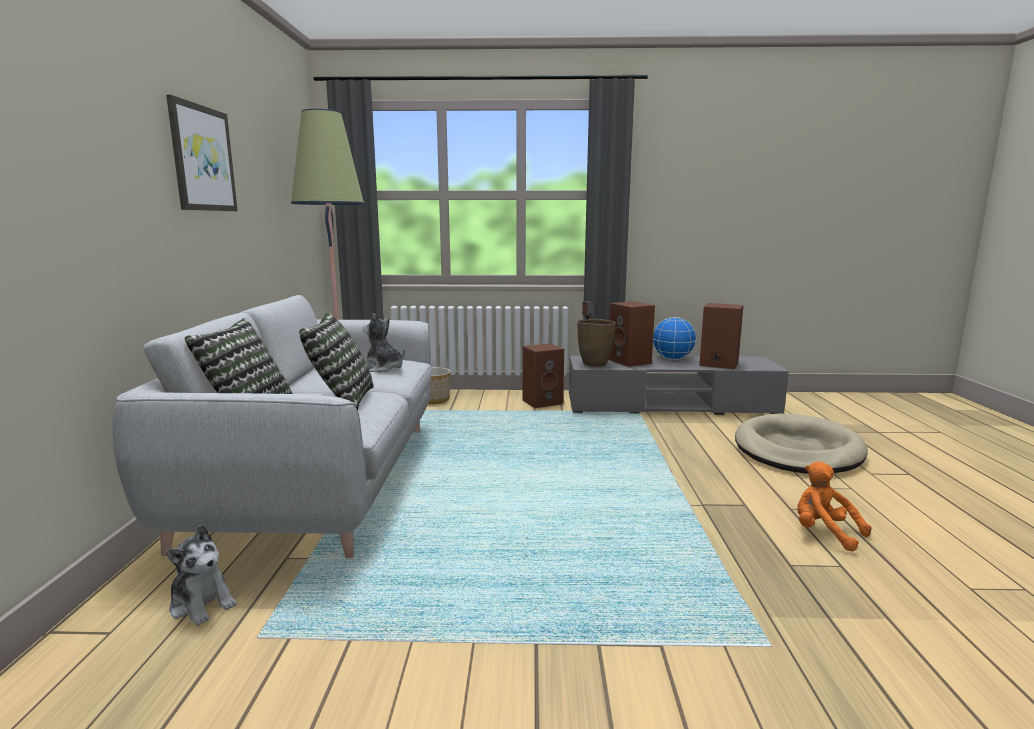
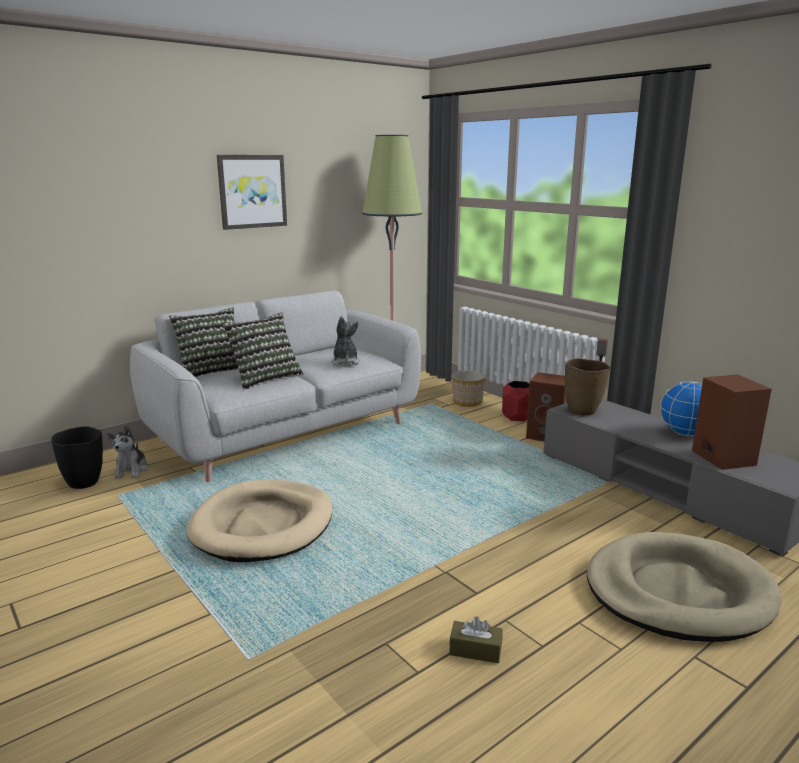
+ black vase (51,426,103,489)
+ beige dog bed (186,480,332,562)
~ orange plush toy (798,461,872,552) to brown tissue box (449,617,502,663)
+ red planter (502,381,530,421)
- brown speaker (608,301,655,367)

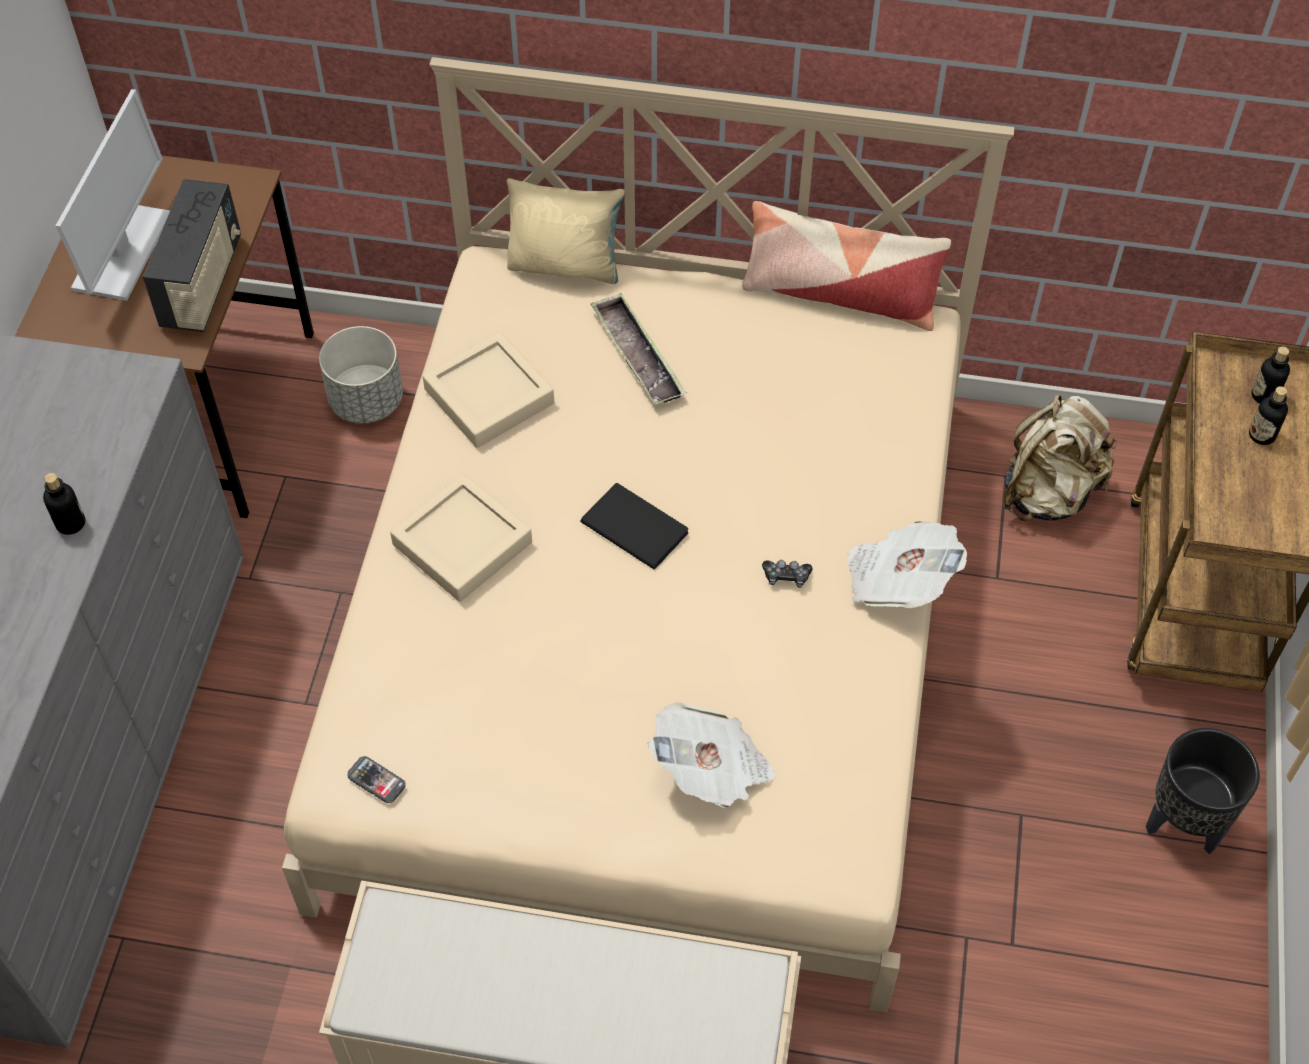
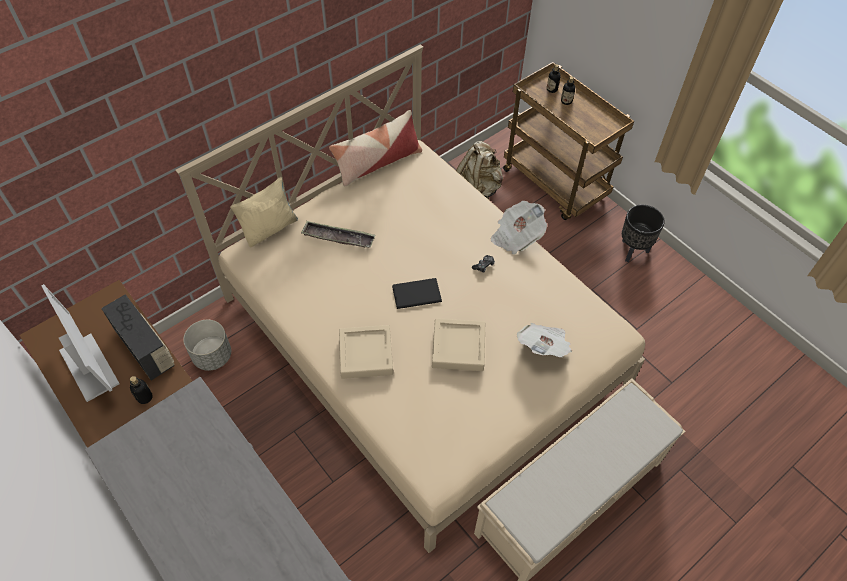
~ bottle (43,473,85,535) to (130,376,153,404)
~ beige tray (423,332,554,448) to (432,318,485,371)
- phone (347,756,406,803)

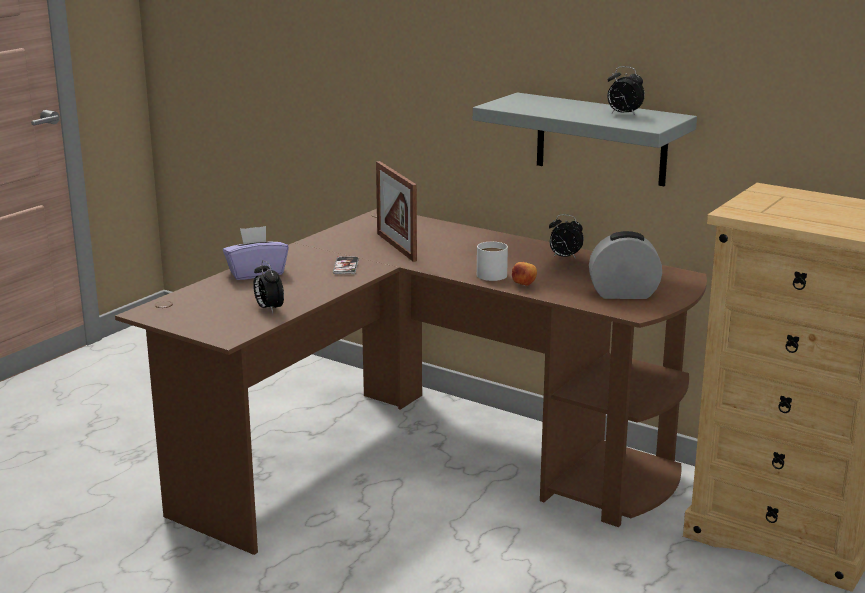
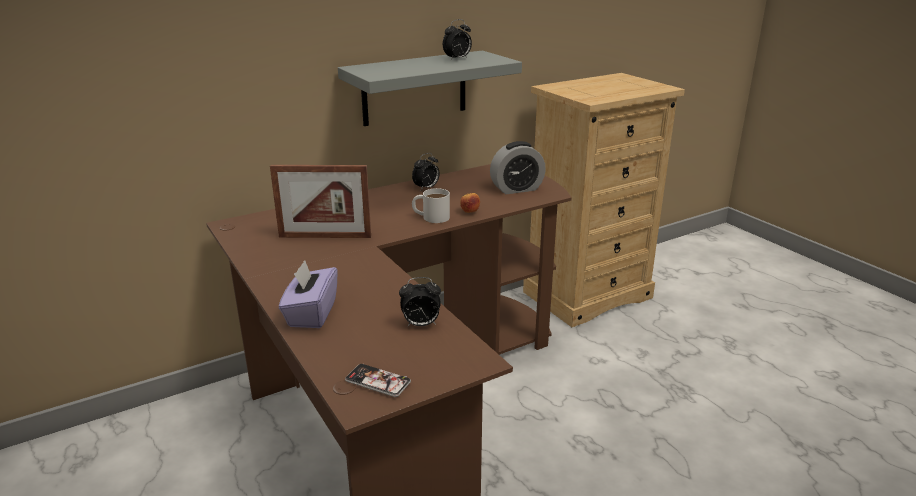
~ phone (333,256,359,274) to (345,364,411,397)
~ alarm clock (589,231,662,299) = (490,141,546,194) 135 degrees counterclockwise

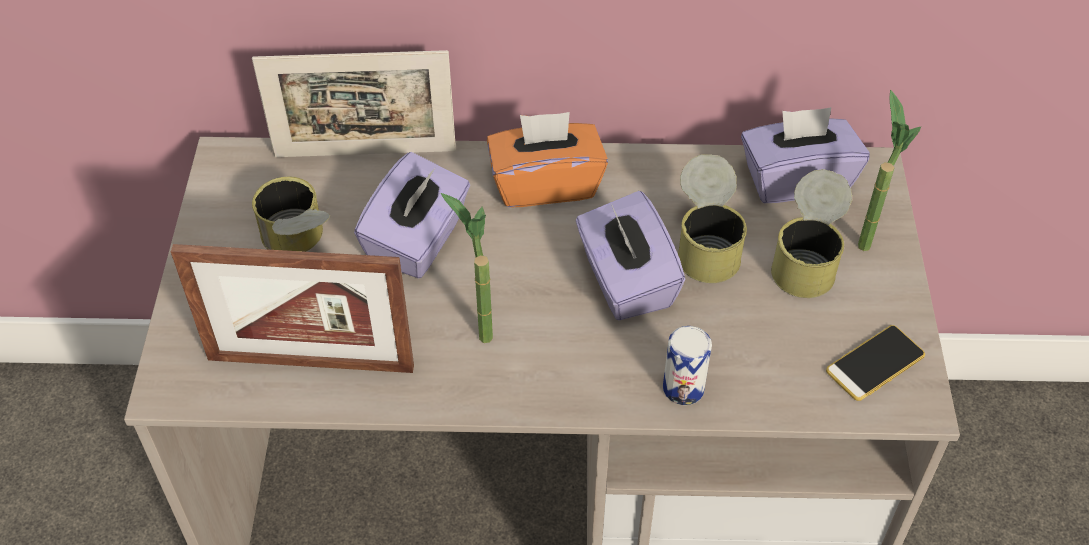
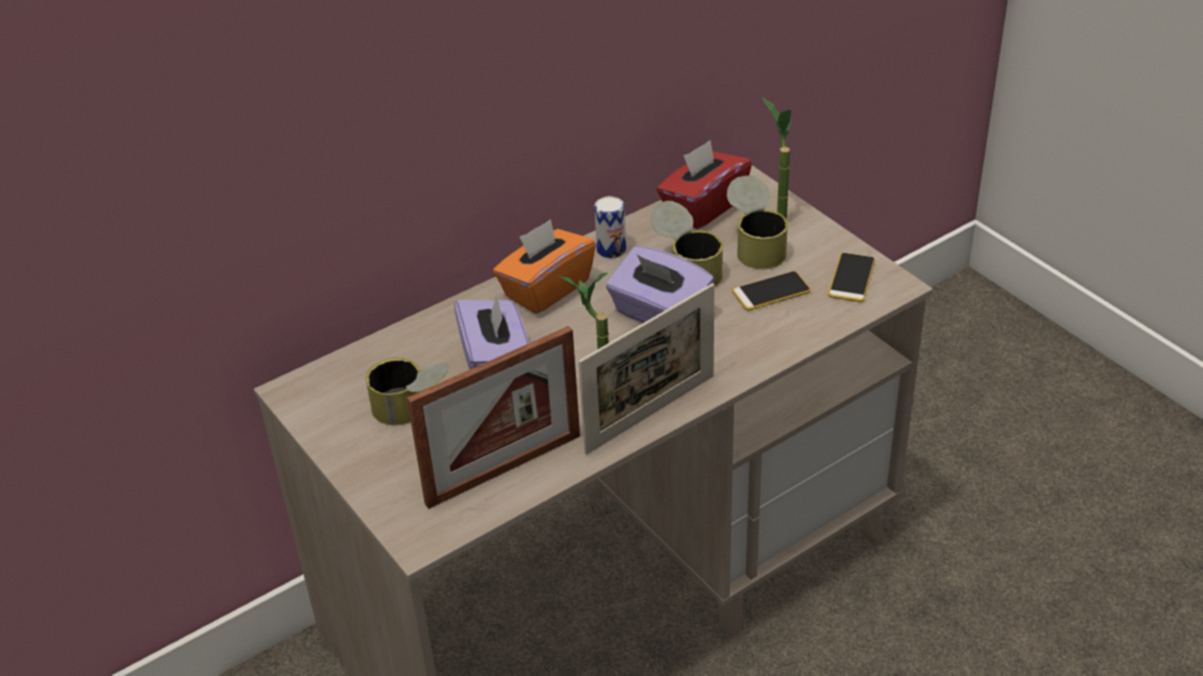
~ picture frame (252,50,456,157) to (578,283,714,455)
~ can (663,326,712,405) to (594,196,626,258)
~ purple tissue box (741,107,870,203) to red tissue box (656,140,752,229)
+ phone (732,271,811,311)

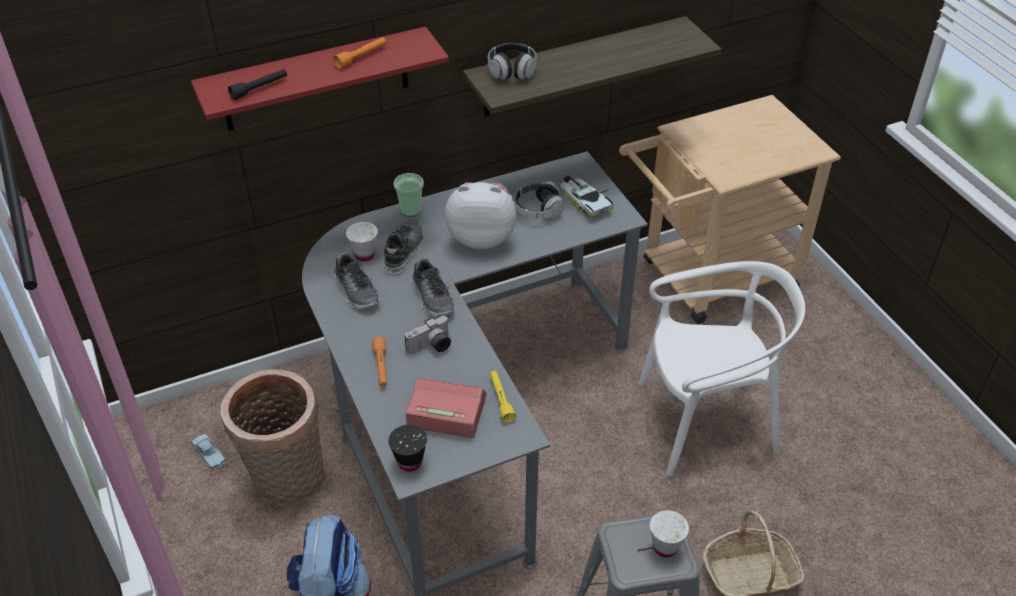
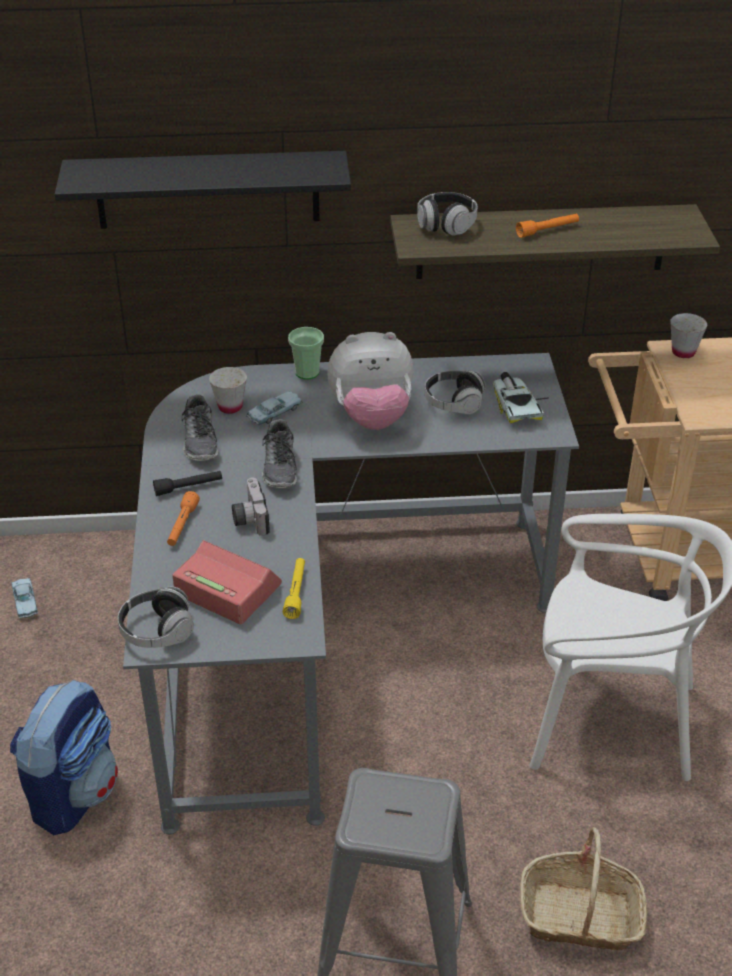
~ red shelf (191,27,449,131) to black shelf (55,151,351,229)
~ black cup (388,425,427,472) to headphones (118,586,194,648)
~ black flashlight (228,69,287,100) to (153,471,222,496)
~ photo camera (405,316,451,354) = (232,478,270,536) 90 degrees clockwise
~ shoe (383,218,424,274) to blue toy car (246,390,303,425)
~ plush toy (445,182,517,249) = (327,332,413,430) 150 degrees clockwise
~ orange flashlight (333,37,386,69) to (516,214,579,238)
~ white cup (650,510,689,557) to (670,313,707,358)
- basket (220,369,325,506)

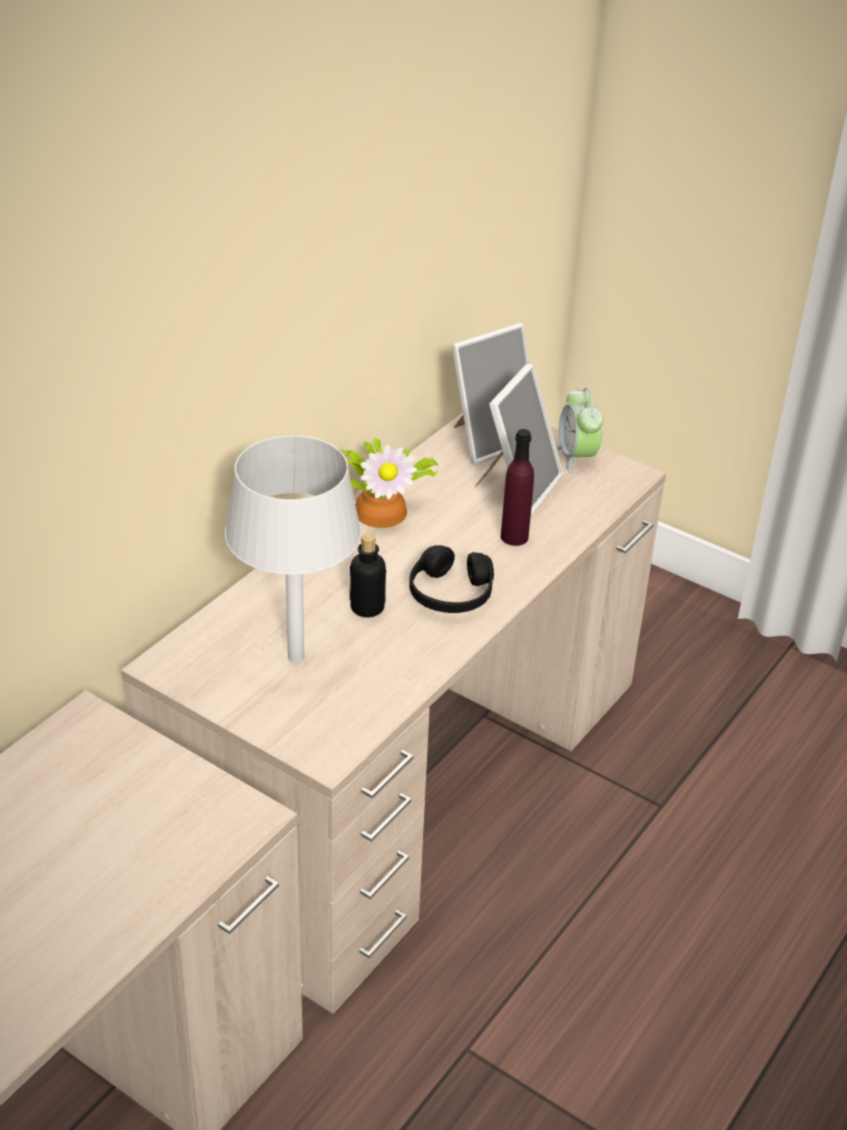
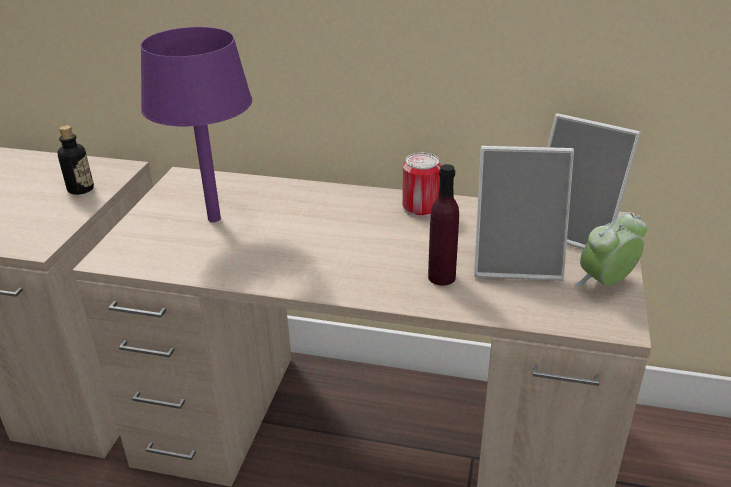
~ bottle (350,533,386,617) to (57,125,94,195)
~ grey table lamp (225,436,361,663) to purple table lamp (140,27,252,222)
~ potted plant (341,437,438,528) to can (402,153,442,217)
- black headphones (409,545,494,613)

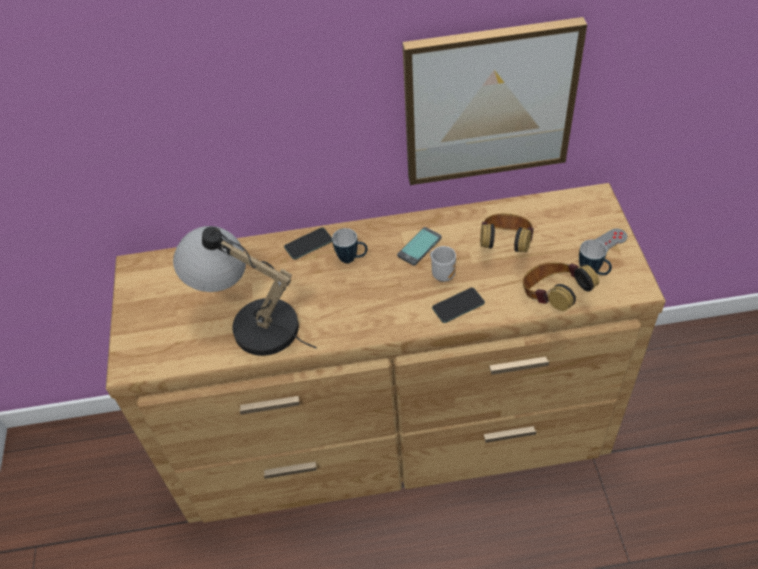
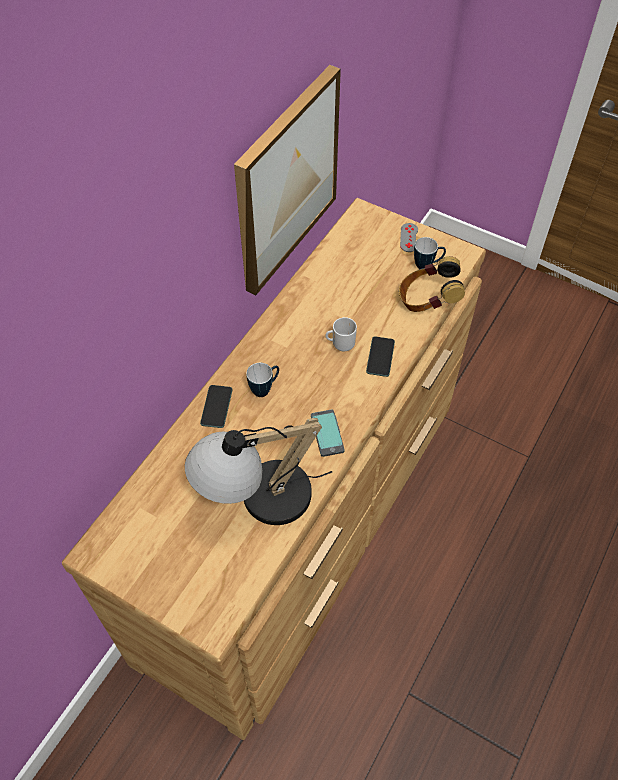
~ phone (397,227,441,266) to (311,410,345,457)
- headphones (480,213,534,252)

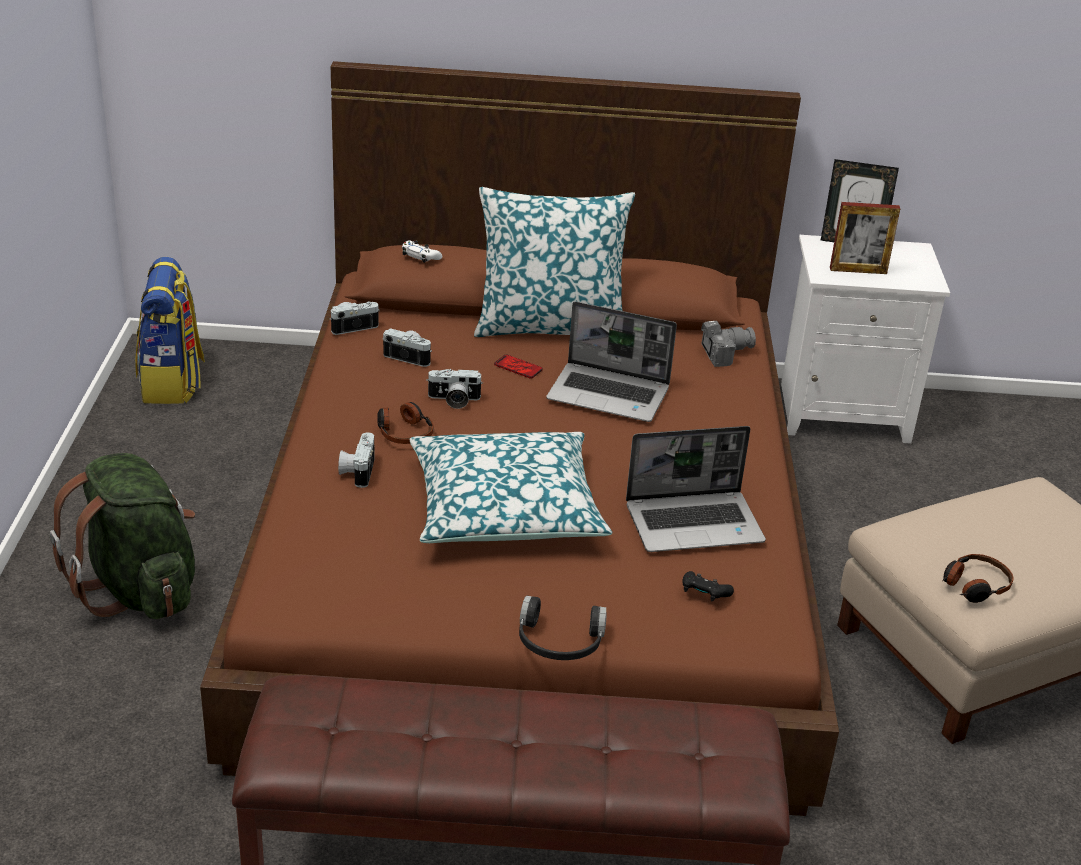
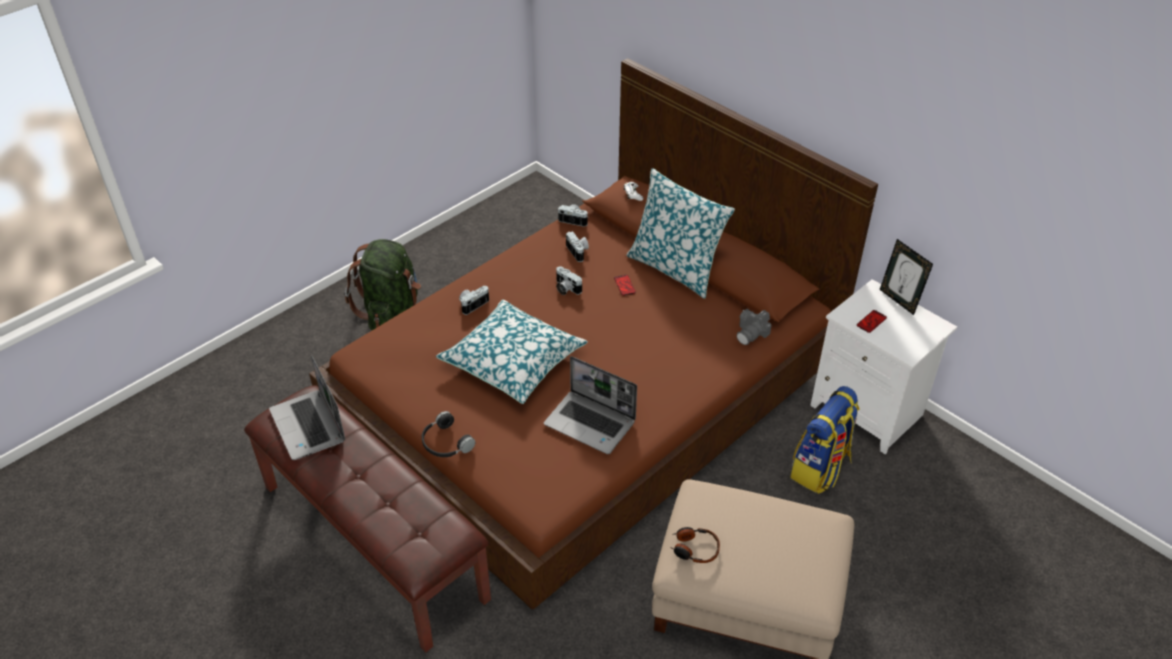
~ laptop (546,302,677,422) to (269,355,345,460)
~ photo camera (701,321,756,367) = (736,309,772,345) 105 degrees clockwise
~ backpack (135,257,205,404) to (790,386,860,494)
~ picture frame (830,202,900,274) to phone (857,310,887,333)
- headphones (377,402,434,444)
- black game controller (682,571,734,601)

